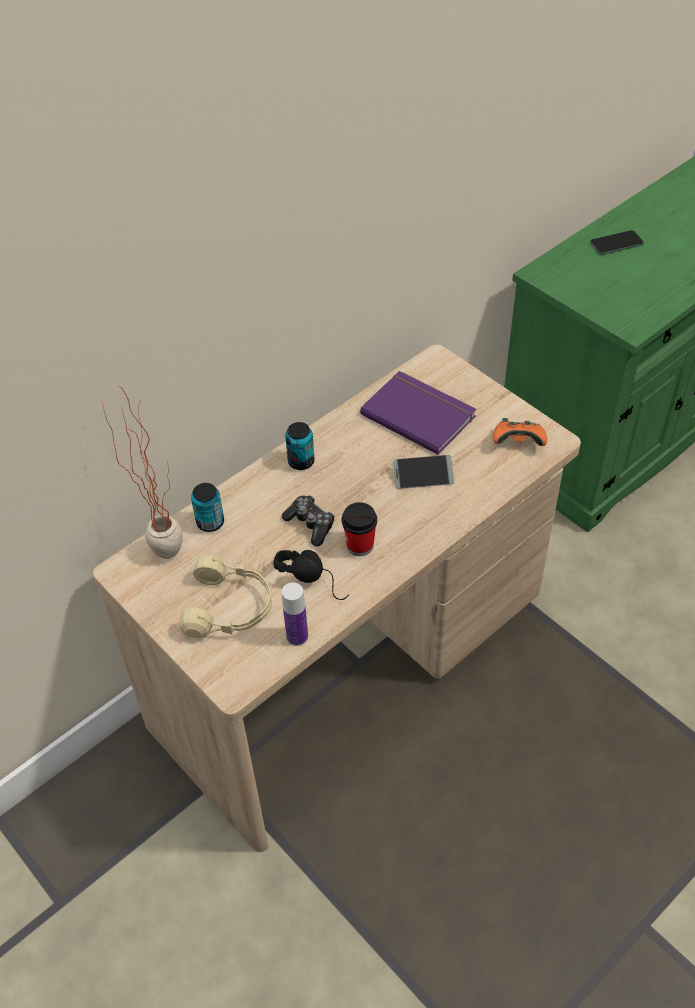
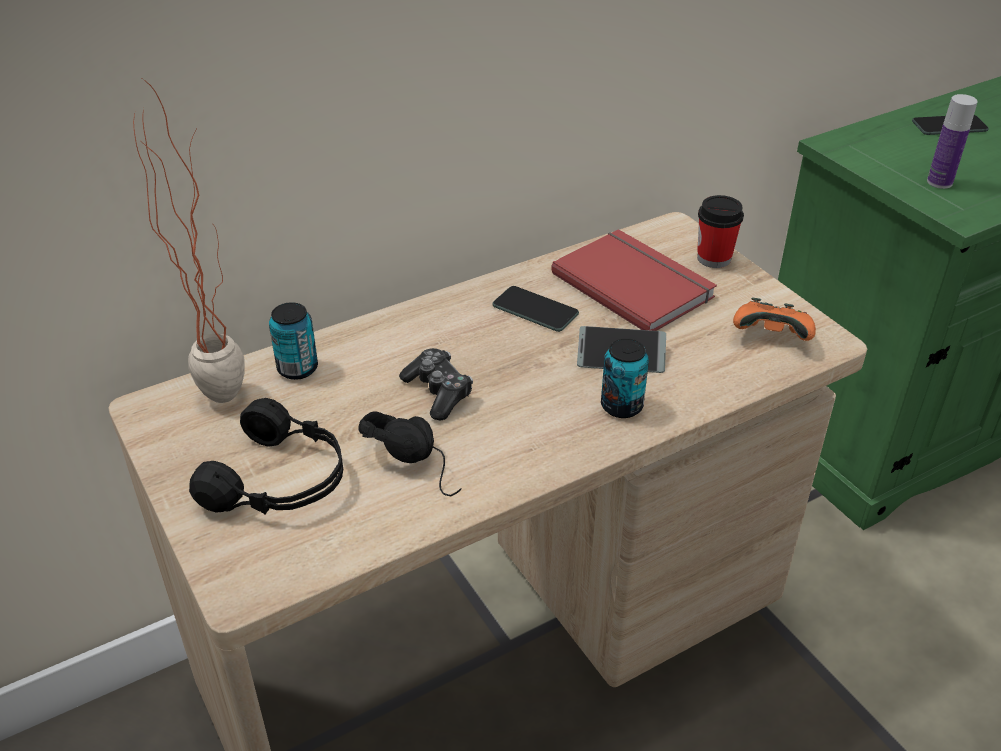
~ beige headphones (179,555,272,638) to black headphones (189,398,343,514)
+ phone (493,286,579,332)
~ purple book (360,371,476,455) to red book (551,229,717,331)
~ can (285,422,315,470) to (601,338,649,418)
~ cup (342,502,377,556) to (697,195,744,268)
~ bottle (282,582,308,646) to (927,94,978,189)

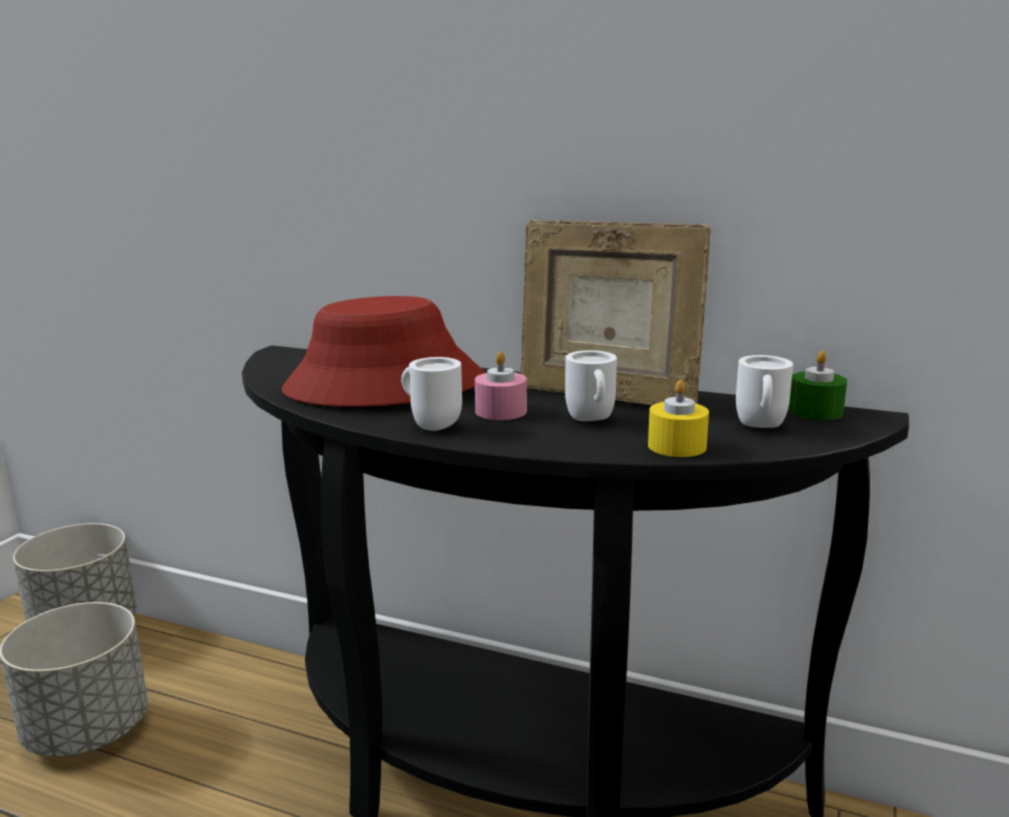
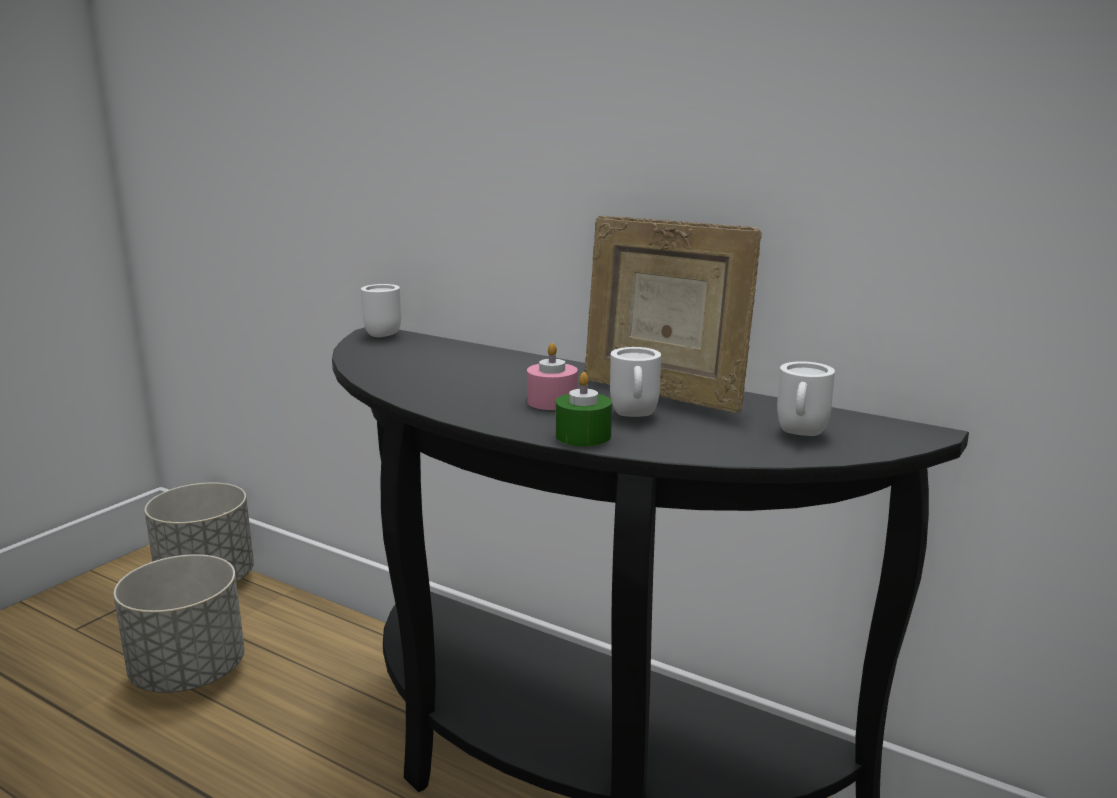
~ white mug (401,357,462,431) to (361,284,401,337)
~ green candle (789,351,847,420) to (556,372,612,446)
- red hat (282,296,485,407)
- yellow candle (648,380,709,457)

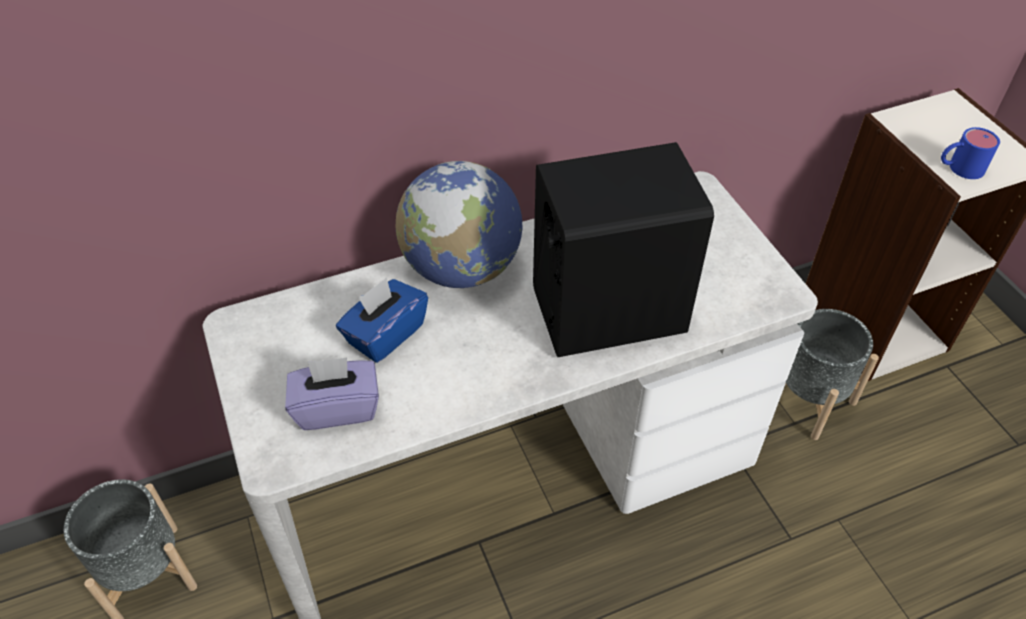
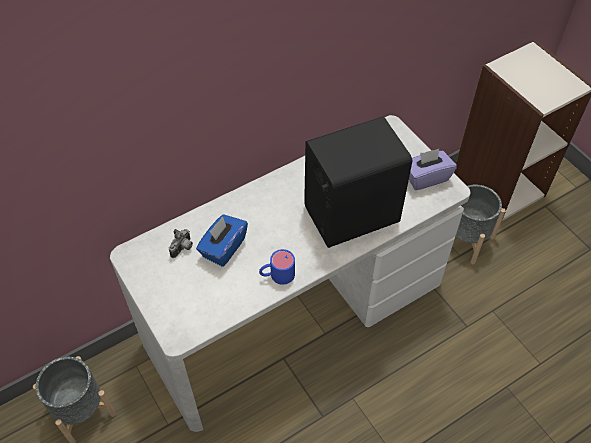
+ photo camera (169,229,193,258)
~ blue mug (941,127,1000,179) to (259,249,295,285)
~ purple tissue box (285,357,379,430) to (409,149,457,190)
- globe (396,161,522,288)

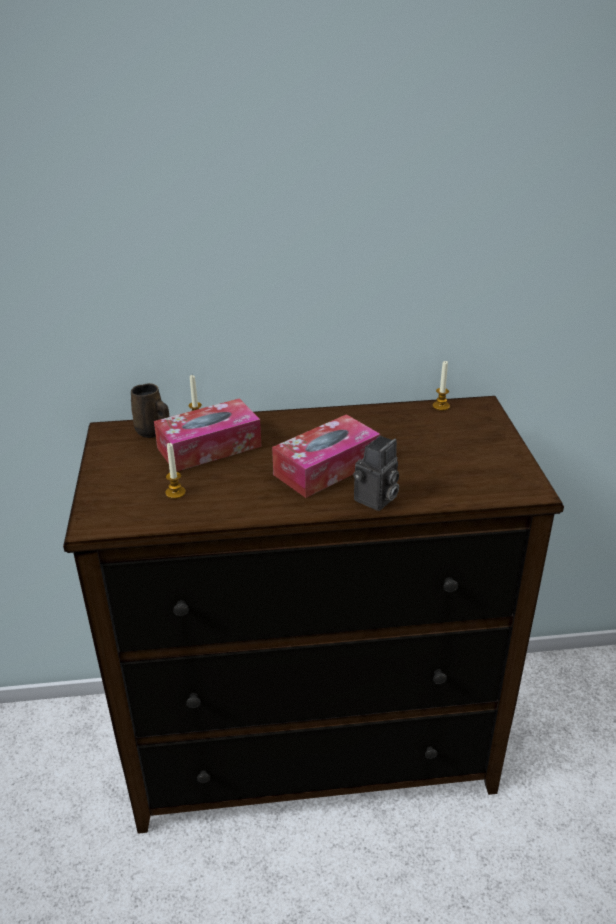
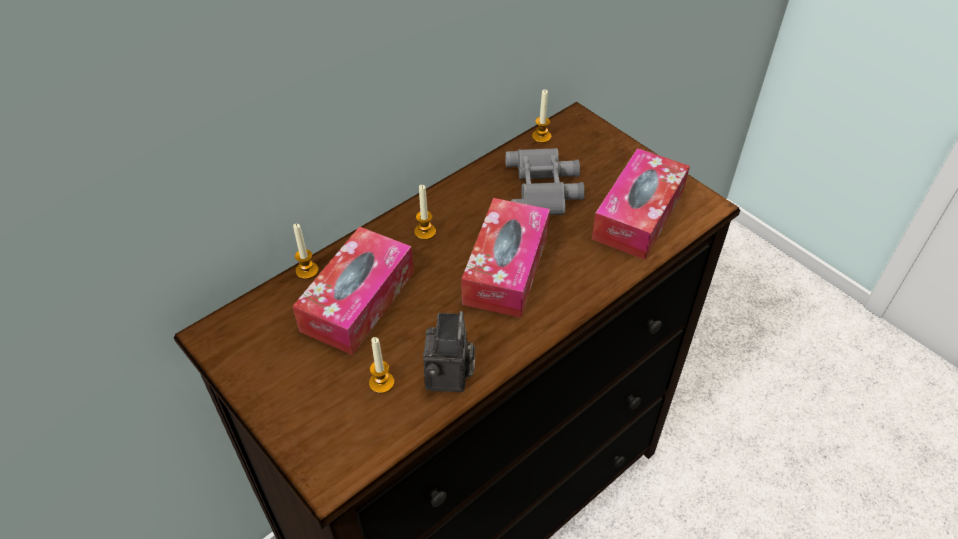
+ candle (414,185,436,240)
~ photo camera (353,436,399,511) to (423,311,475,392)
+ grey binoculars (505,148,585,215)
+ tissue box (592,148,690,260)
- brown mug (131,383,169,438)

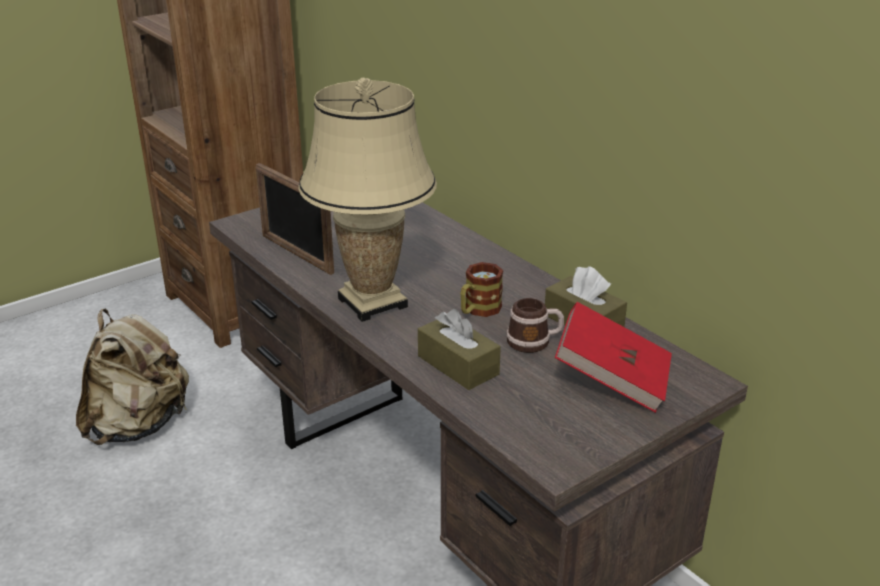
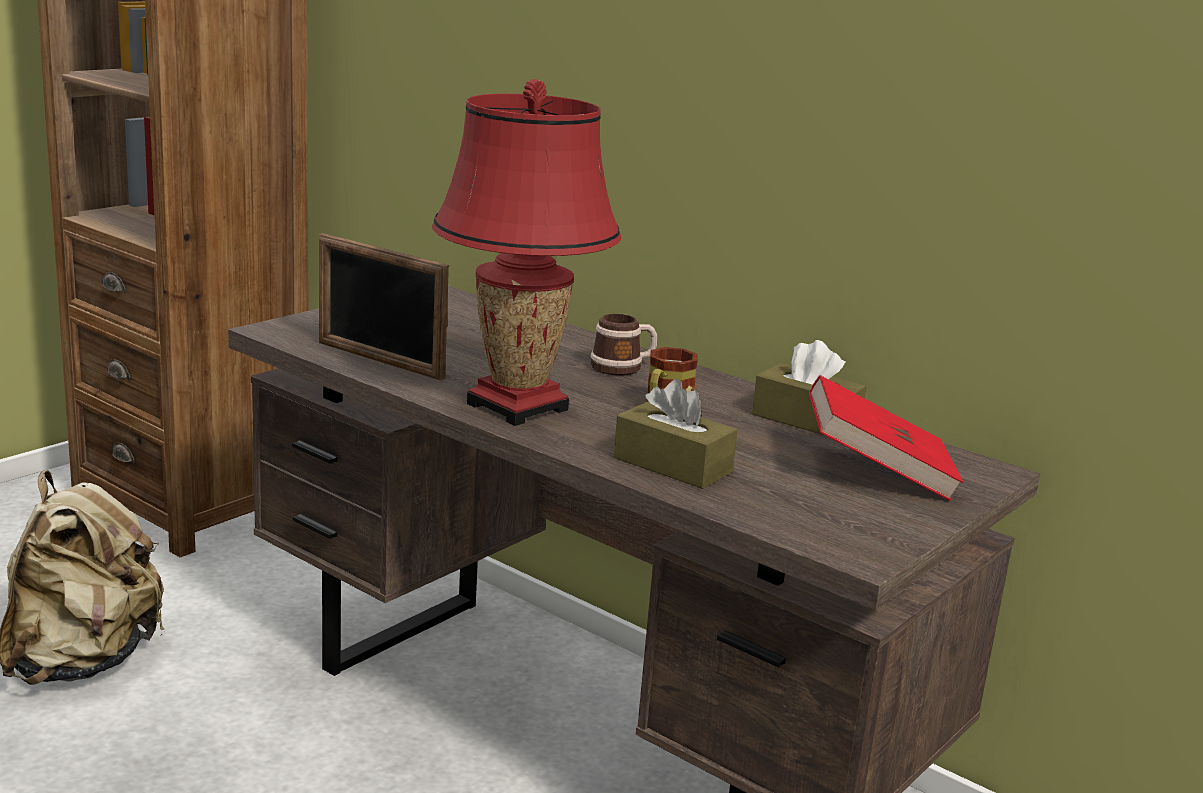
~ beige table lamp (299,78,437,322) to red table lamp (432,79,621,426)
~ mug (506,298,564,353) to (590,314,657,375)

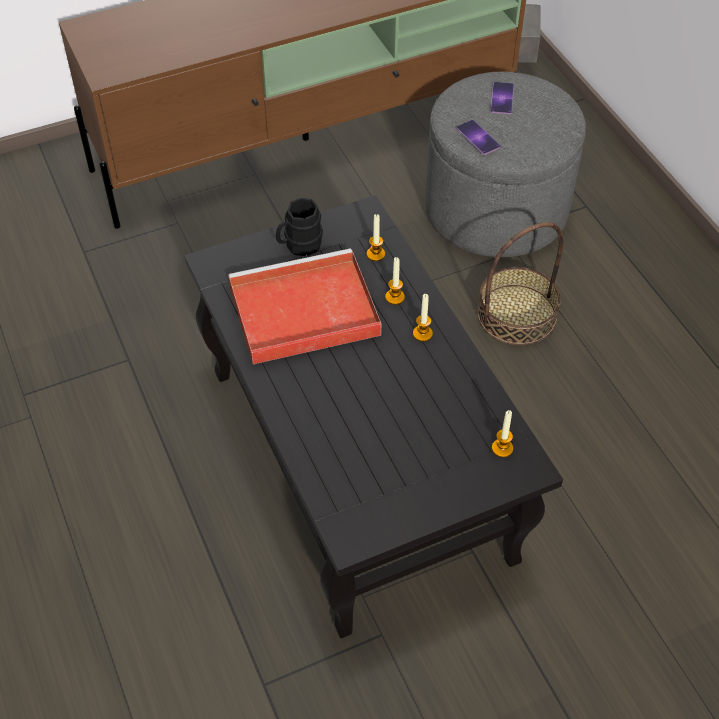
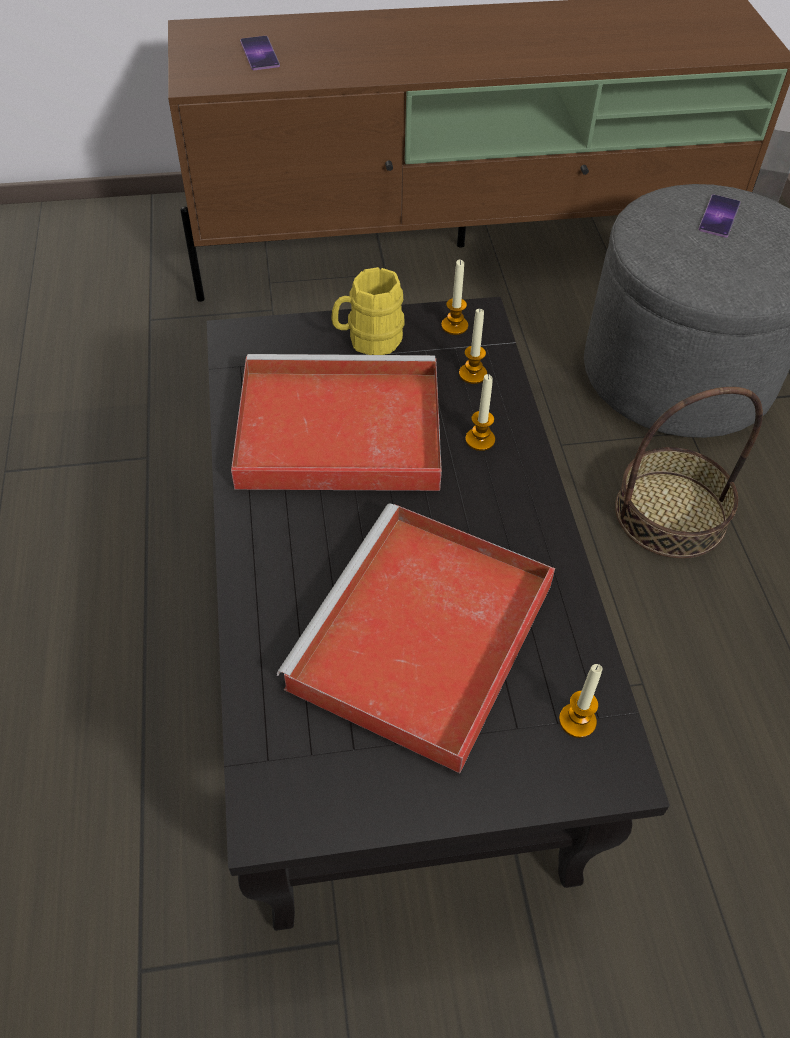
~ phone (456,120,501,155) to (240,36,280,70)
+ red tray (277,504,555,773)
~ black mug (276,198,323,256) to yellow mug (331,267,405,355)
~ candle (413,294,433,341) to (441,260,468,335)

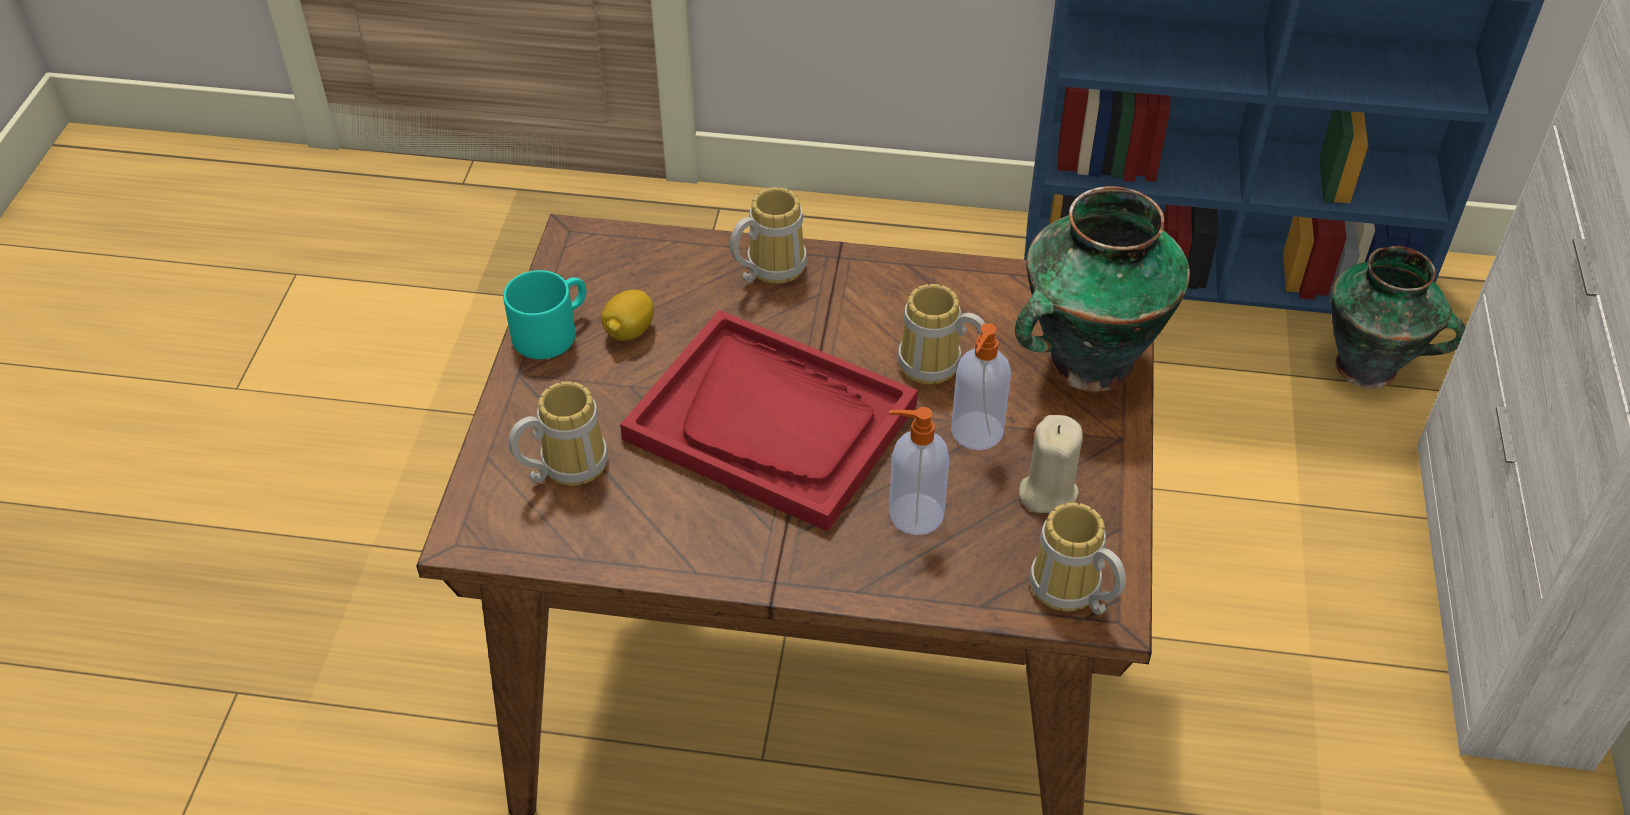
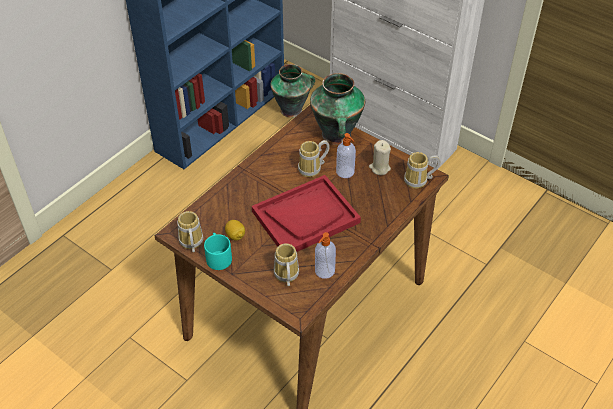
~ mug (730,187,807,284) to (177,211,203,252)
~ soap dispenser (889,407,950,535) to (315,232,336,279)

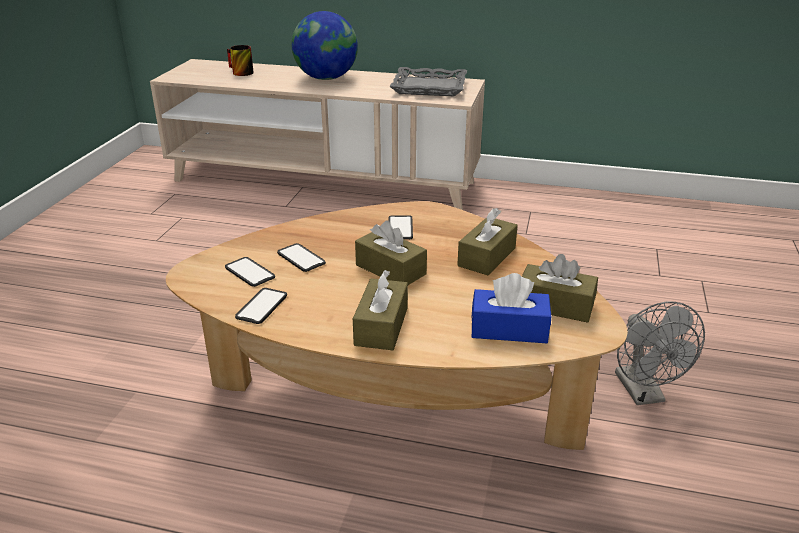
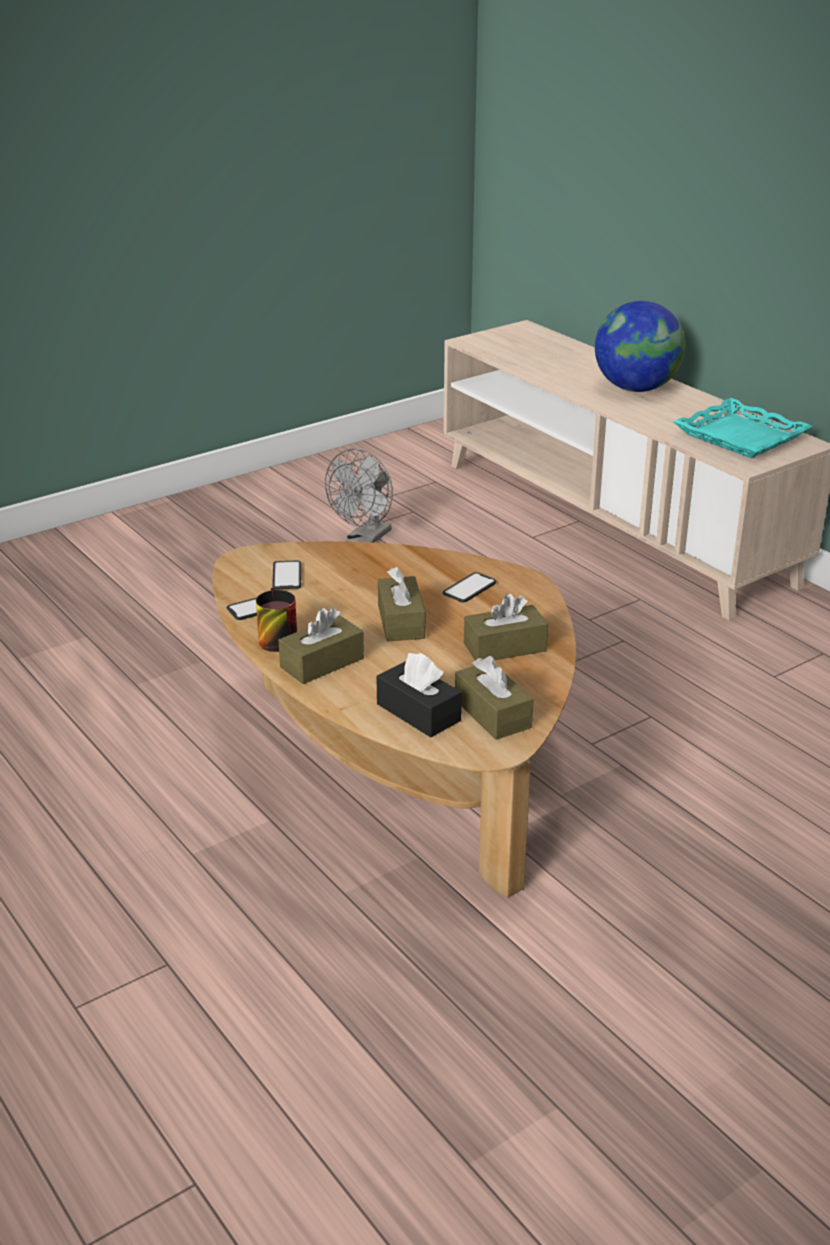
~ mug (227,45,254,76) to (256,588,297,652)
~ grey fan (615,302,705,405) to (325,449,393,543)
~ blue tissue box (471,273,551,343) to black tissue box (376,653,462,737)
~ grey tray (389,67,467,97) to turquoise tray (673,398,813,458)
- phone (277,243,326,272)

